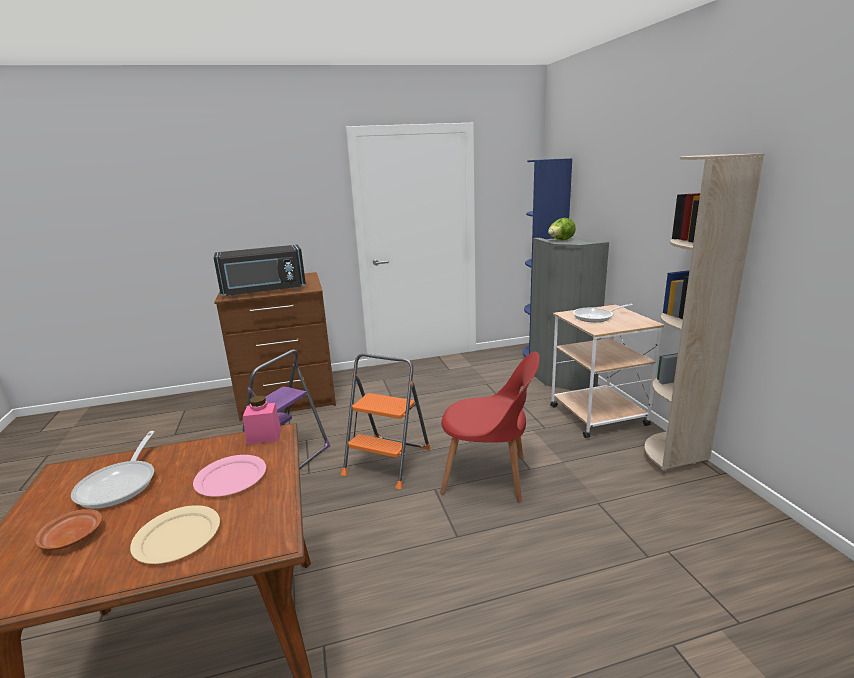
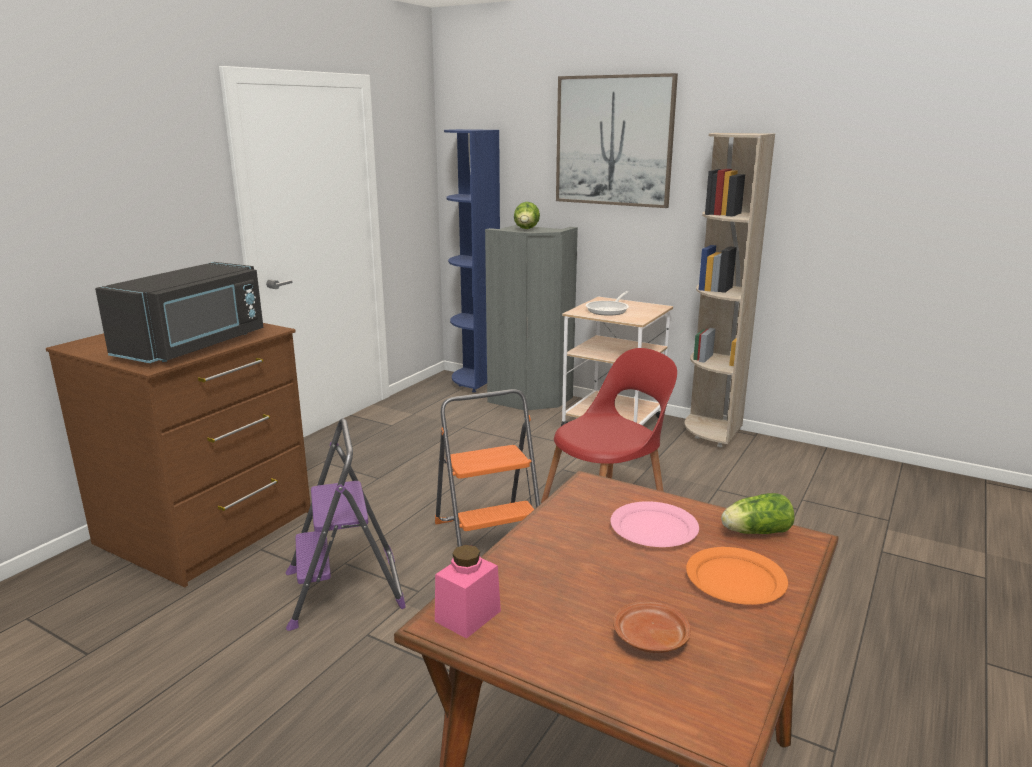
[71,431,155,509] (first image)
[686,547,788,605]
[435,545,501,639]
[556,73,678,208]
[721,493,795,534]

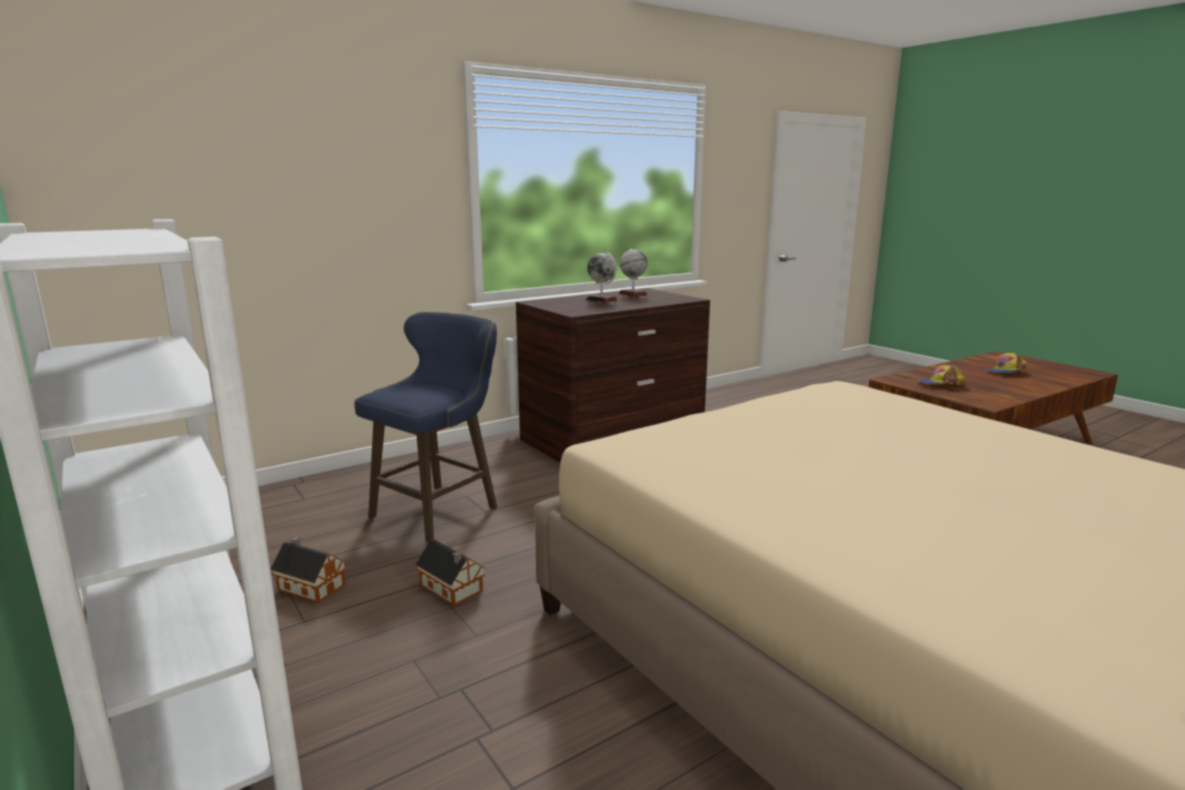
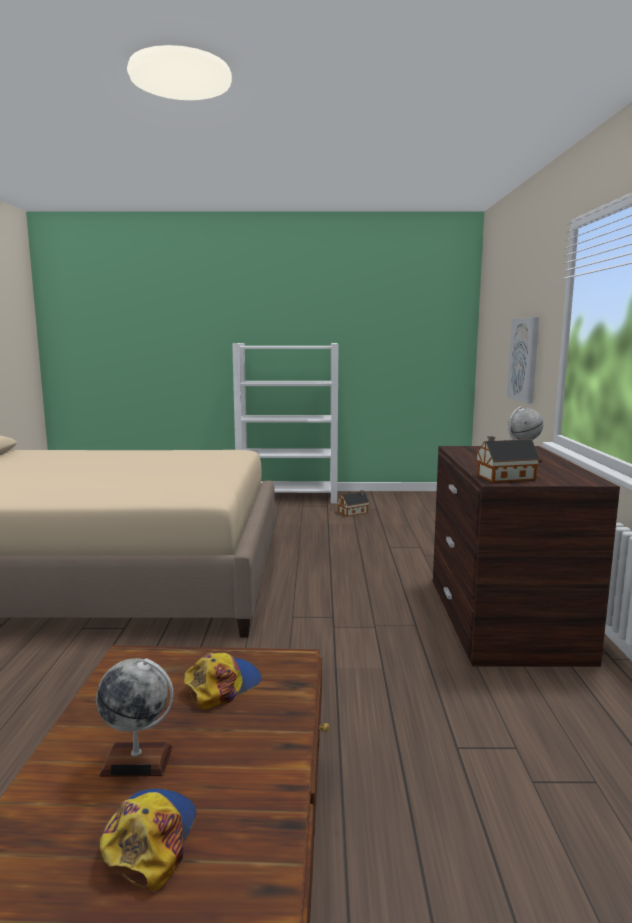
[354,312,497,542] (first image)
[476,436,540,482]
[96,658,174,777]
[507,317,539,404]

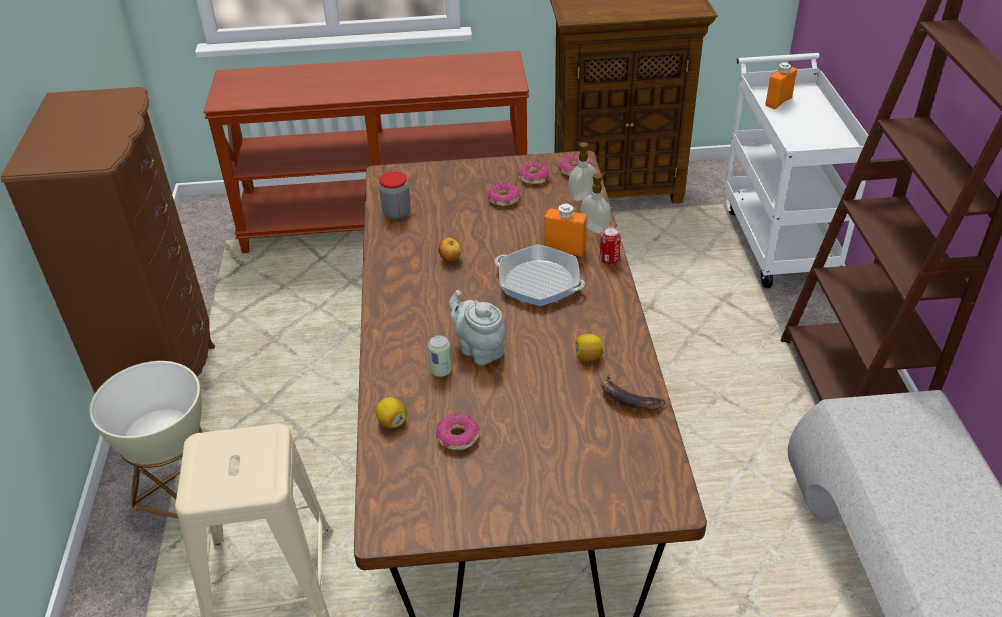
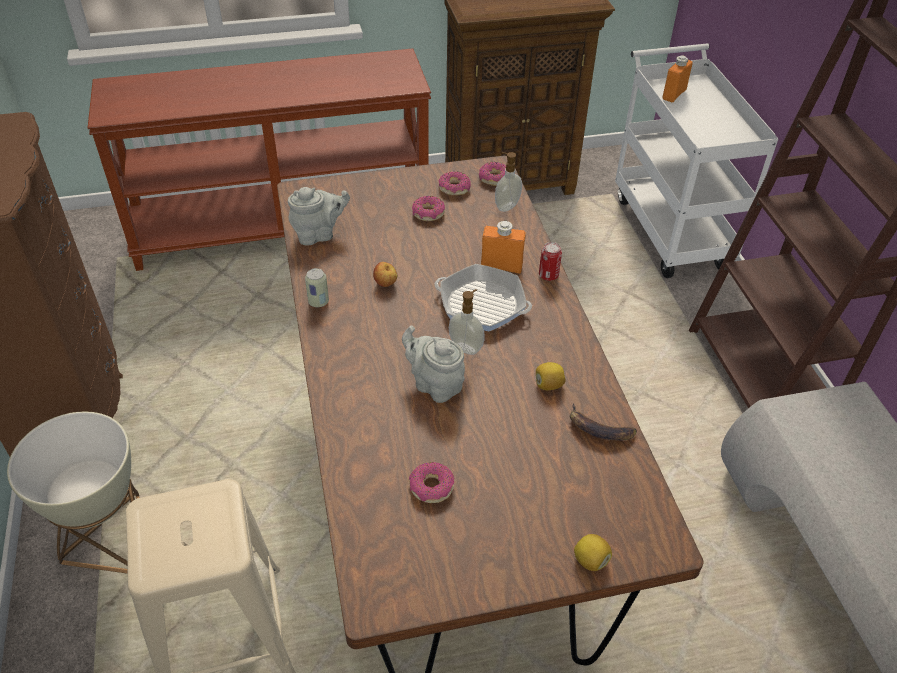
[574,534,612,571]
[288,187,350,245]
[305,268,329,307]
[449,289,485,355]

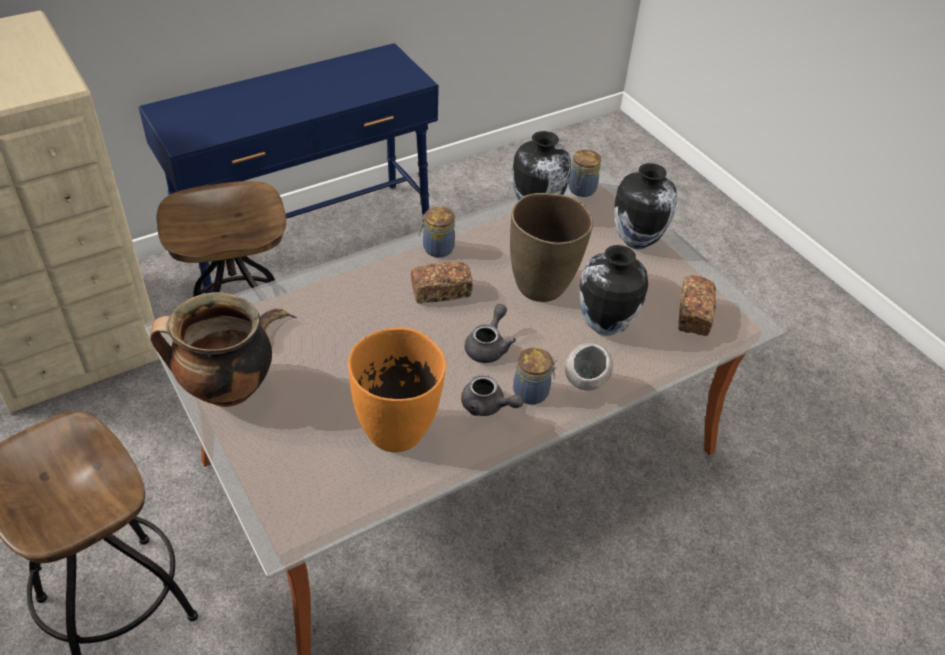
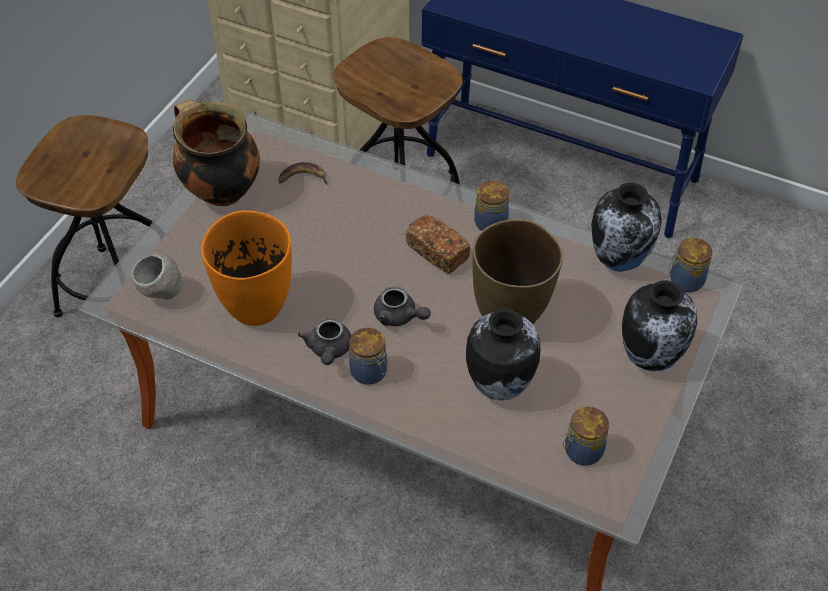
[374,286,431,326]
[131,253,183,300]
[563,407,609,466]

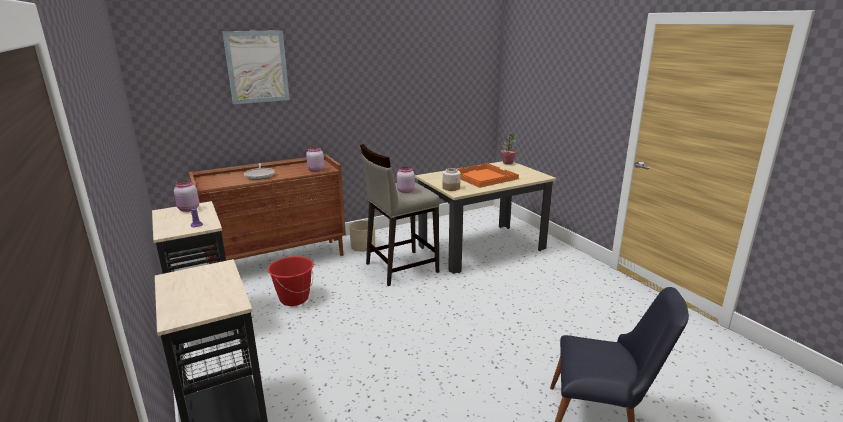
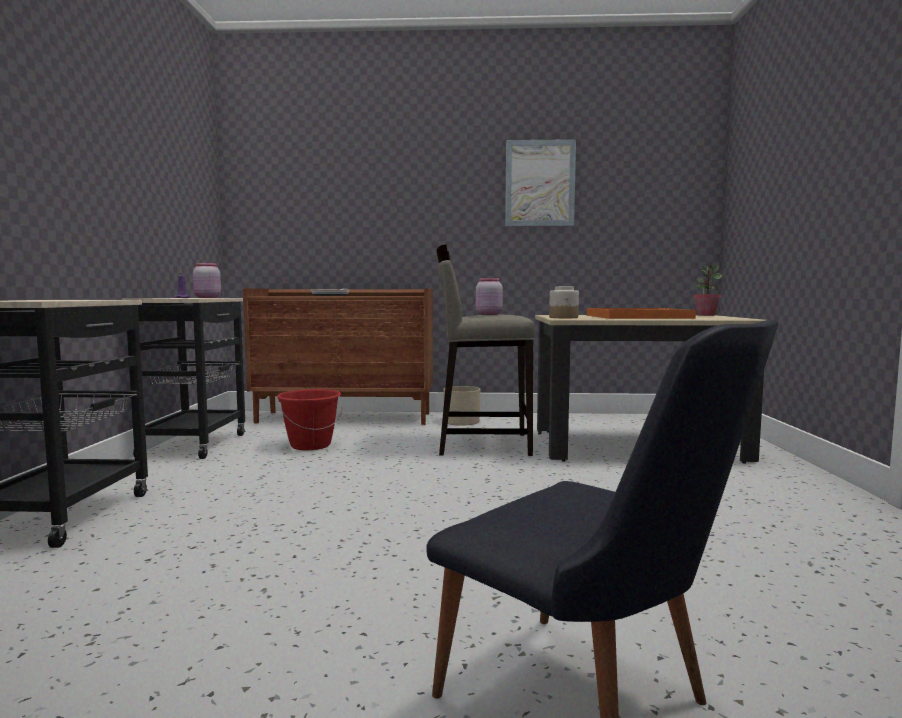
[505,139,576,226]
[306,147,324,172] (first image)

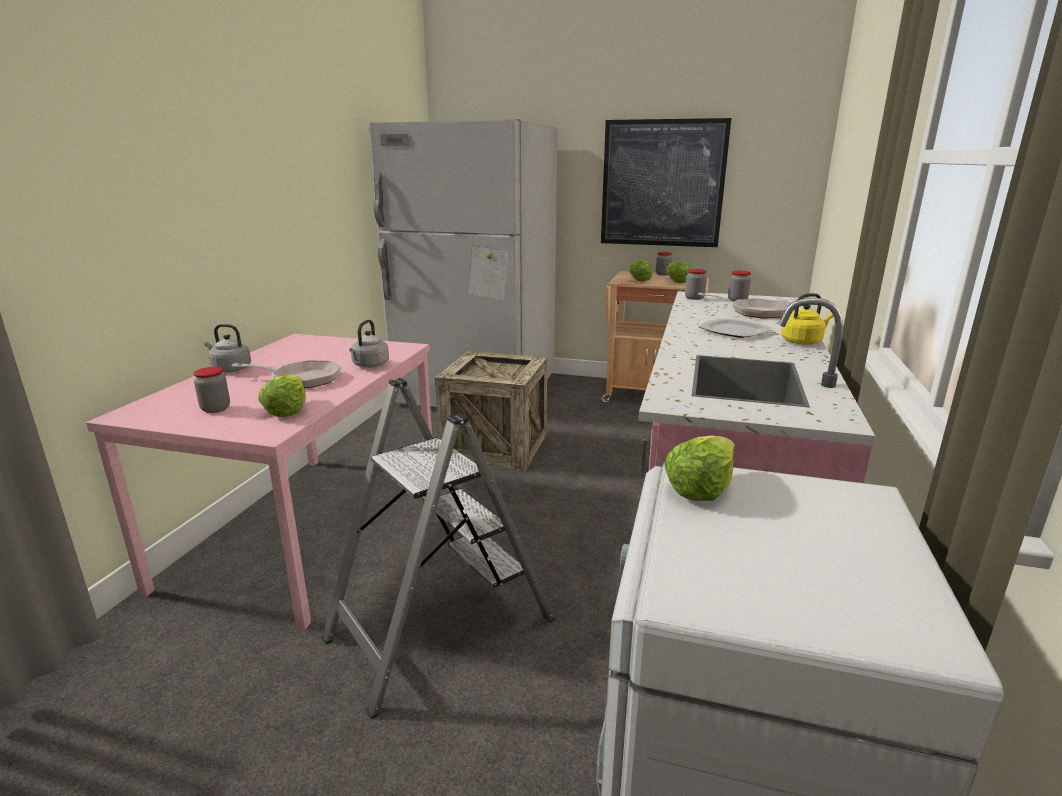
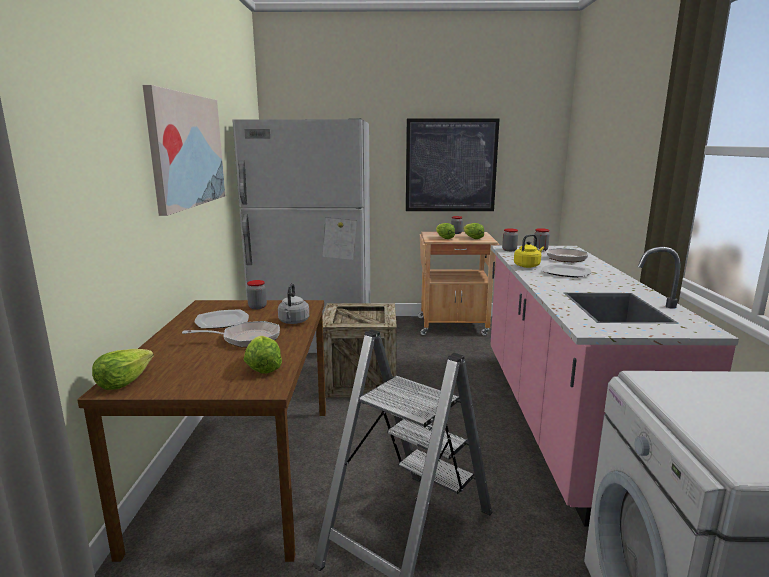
[77,300,326,562]
[247,280,267,309]
[205,324,251,372] (first image)
[92,349,154,390]
[514,234,544,268]
[143,85,225,216]
[195,309,249,329]

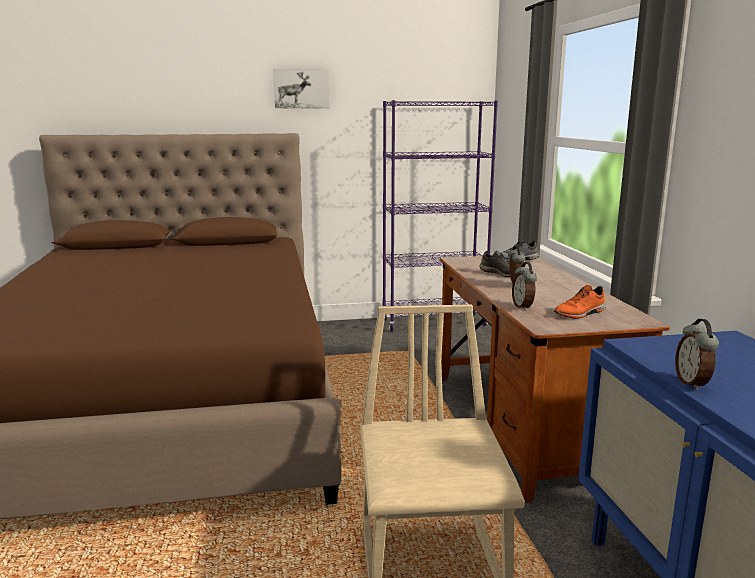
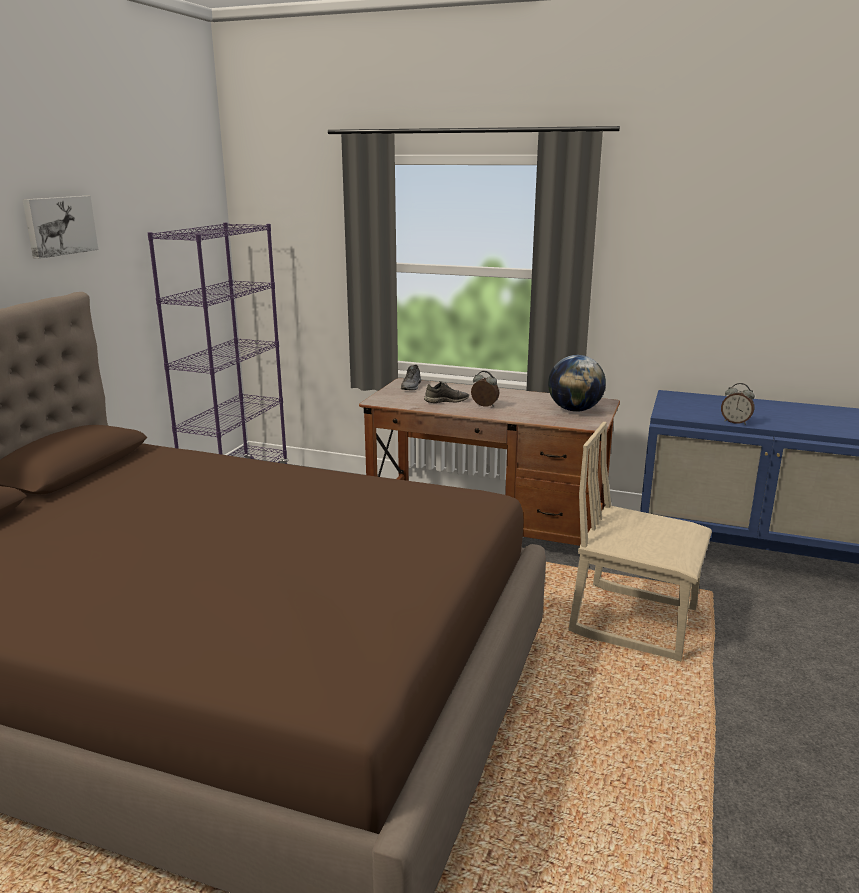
[512,262,537,311] (first image)
[548,355,606,412]

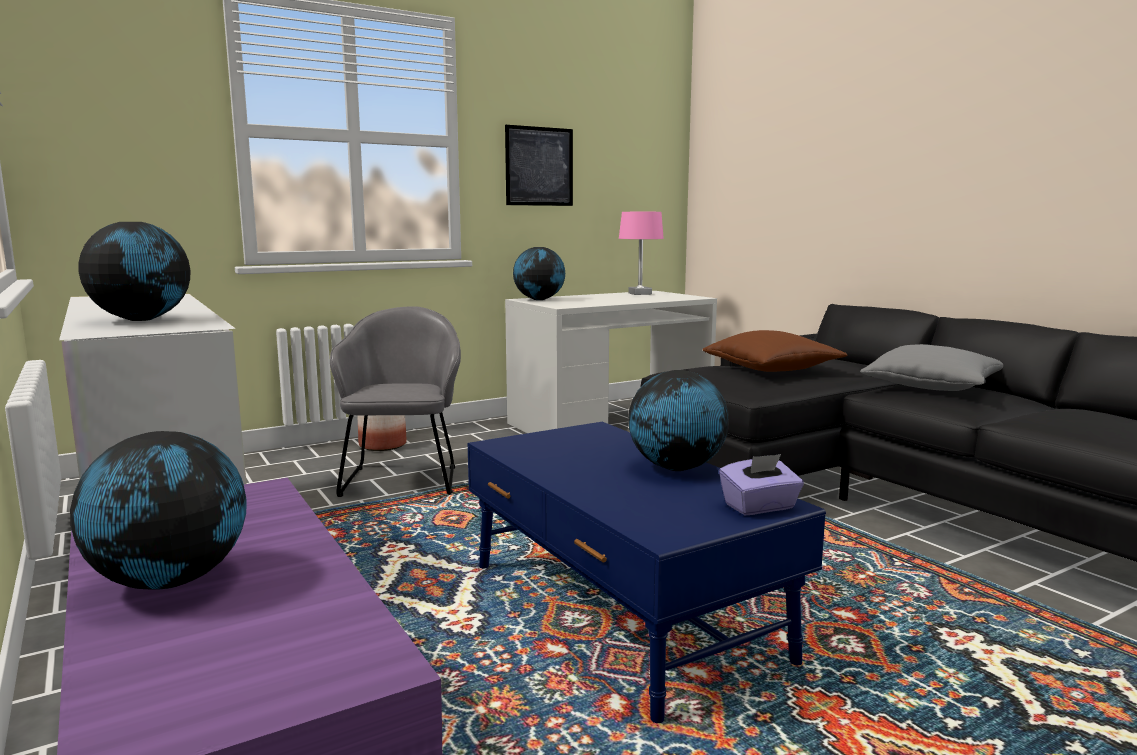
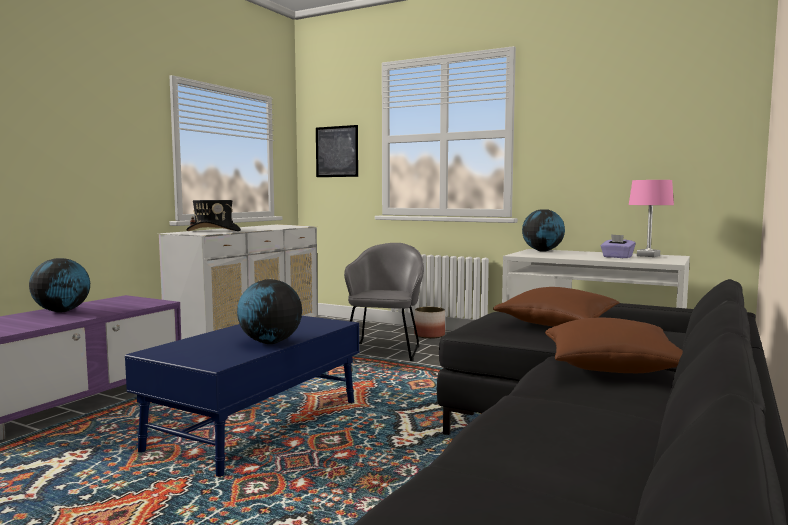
[186,200,241,231]
[344,243,424,361]
[316,125,358,177]
[601,234,636,258]
[545,317,683,373]

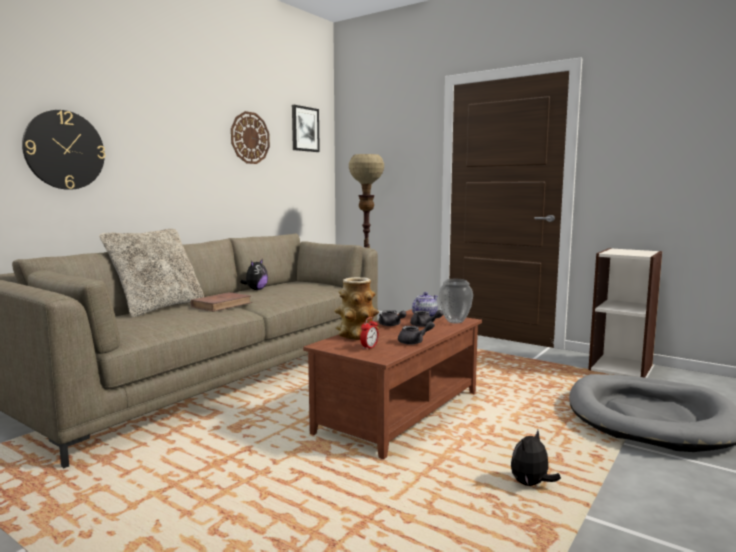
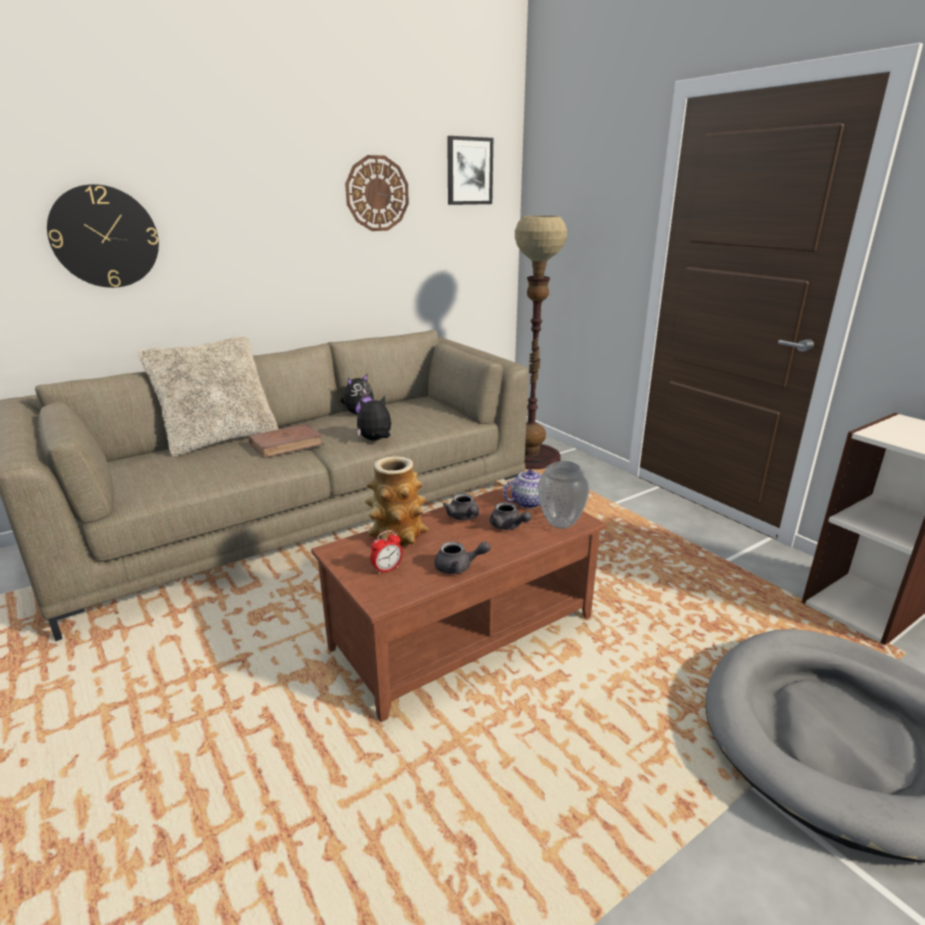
[357,396,391,440]

